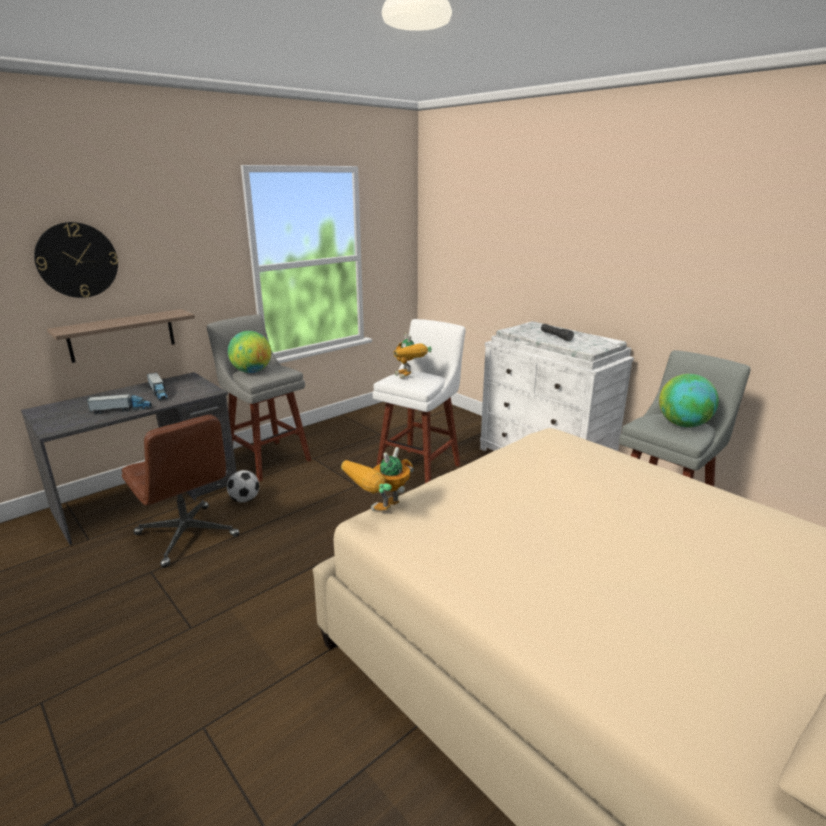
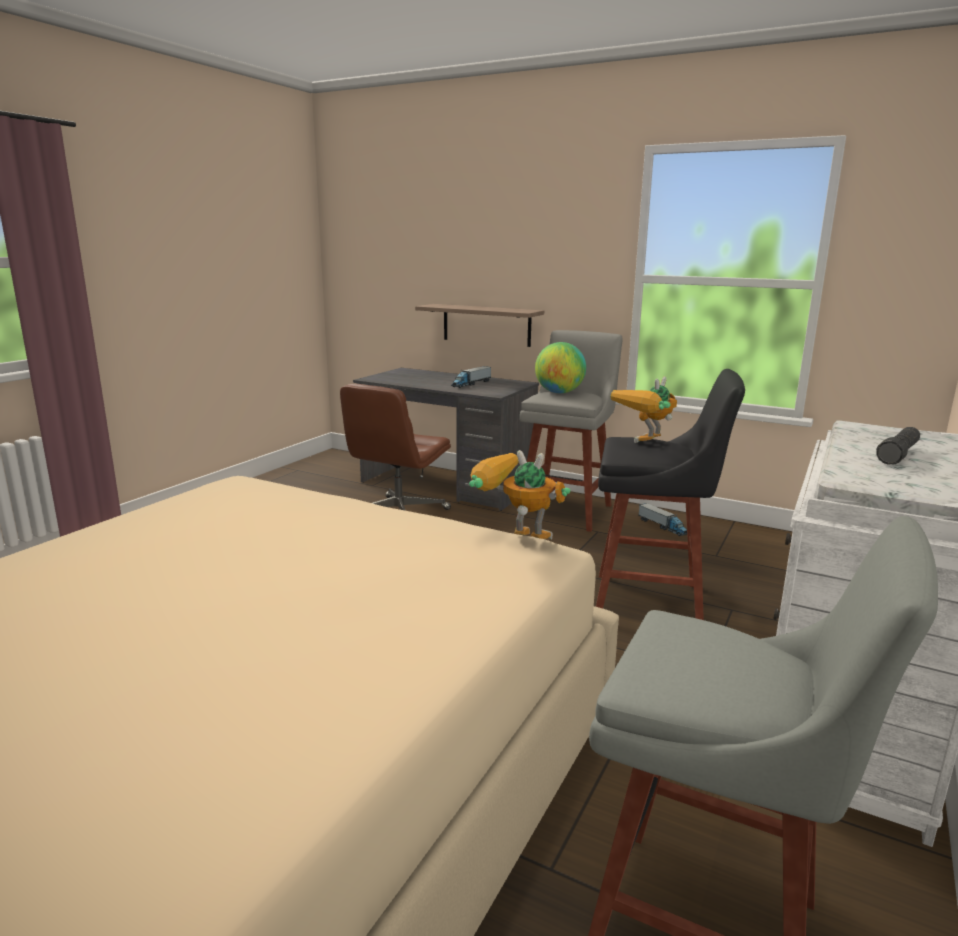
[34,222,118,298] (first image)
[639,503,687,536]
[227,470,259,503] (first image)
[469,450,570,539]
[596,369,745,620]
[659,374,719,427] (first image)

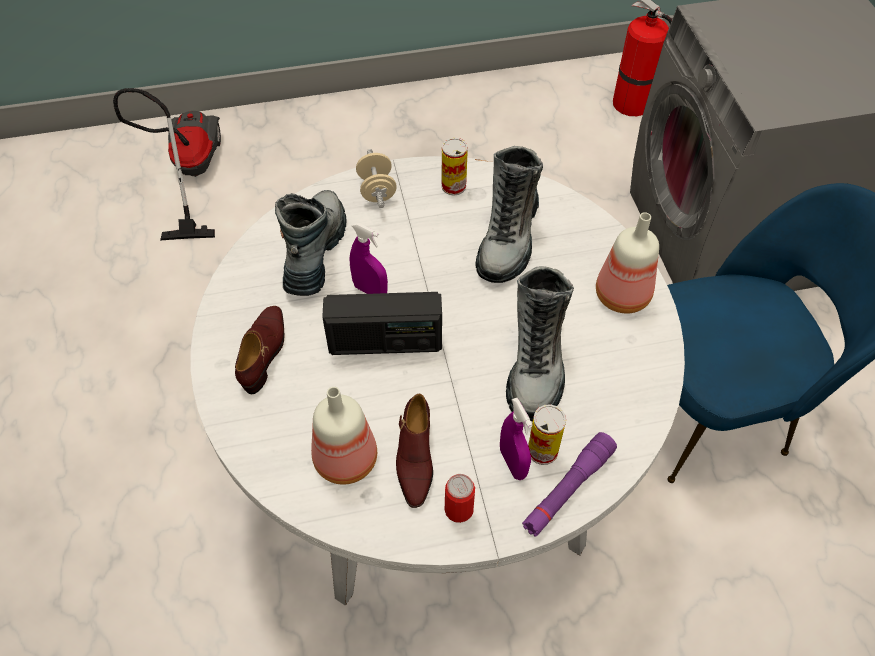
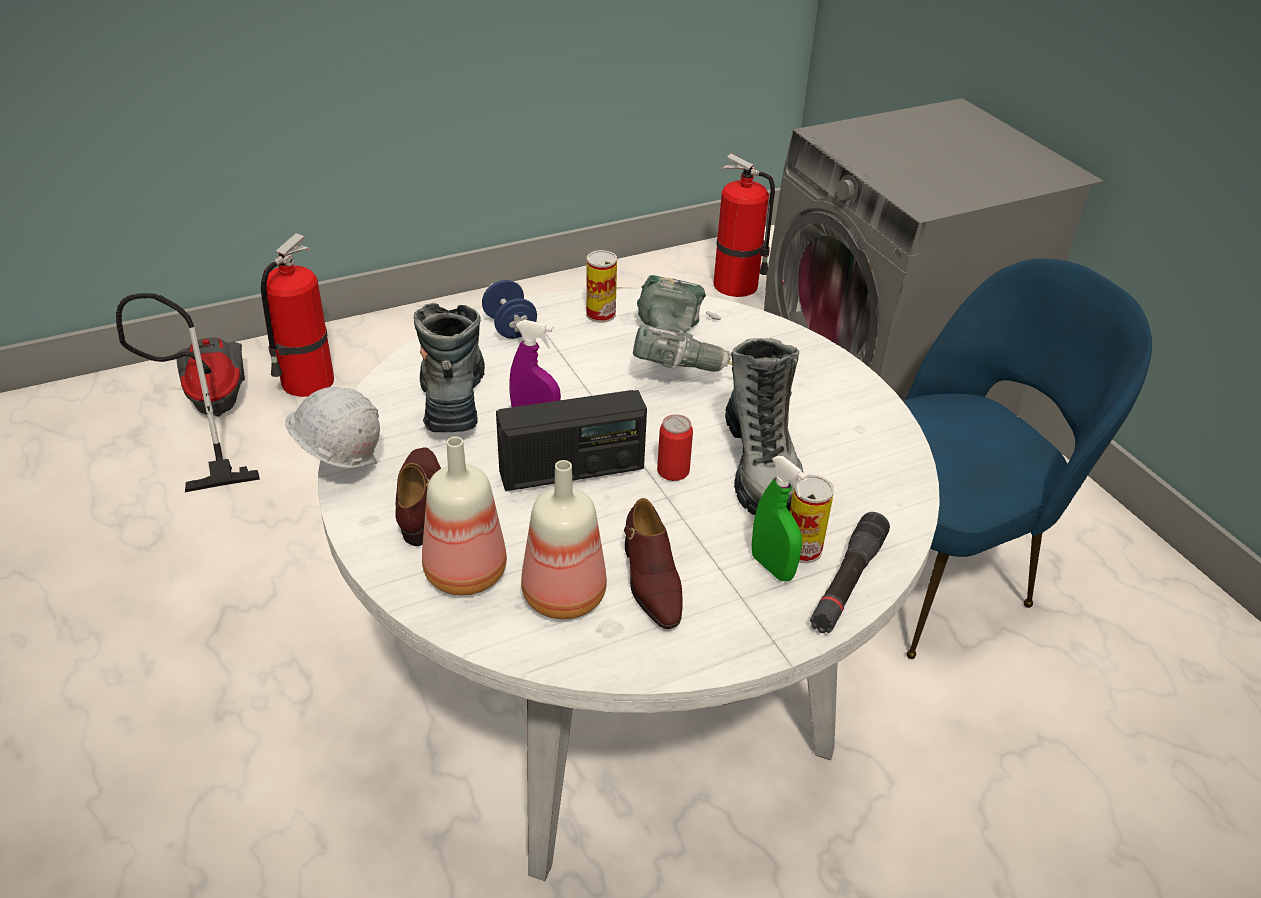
[482,280,537,339]
[657,414,693,481]
[633,275,732,372]
[751,456,808,581]
[810,512,890,633]
[422,437,507,595]
[261,233,334,397]
[285,387,380,468]

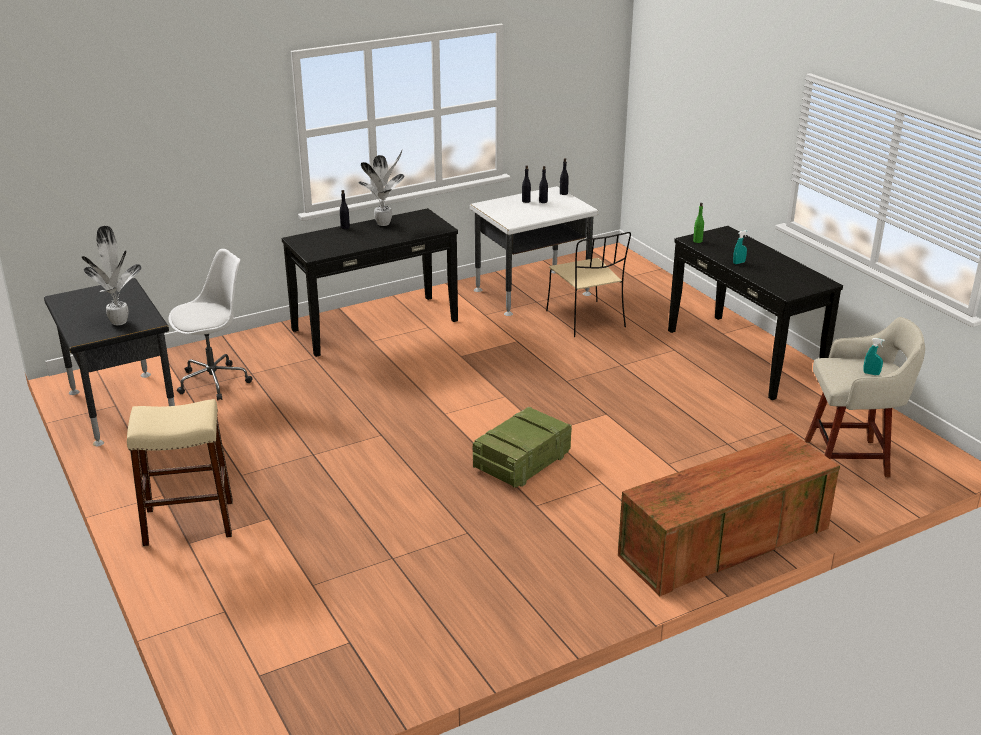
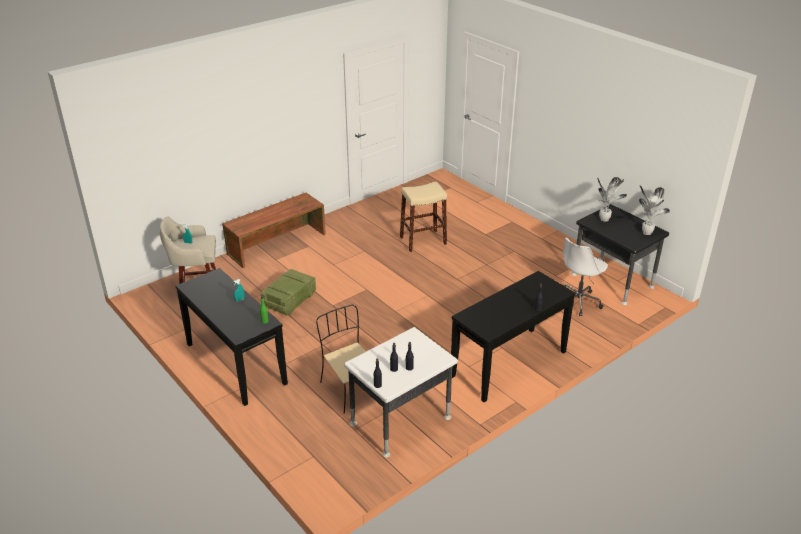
[400,182,447,252]
[639,186,670,235]
[261,269,316,316]

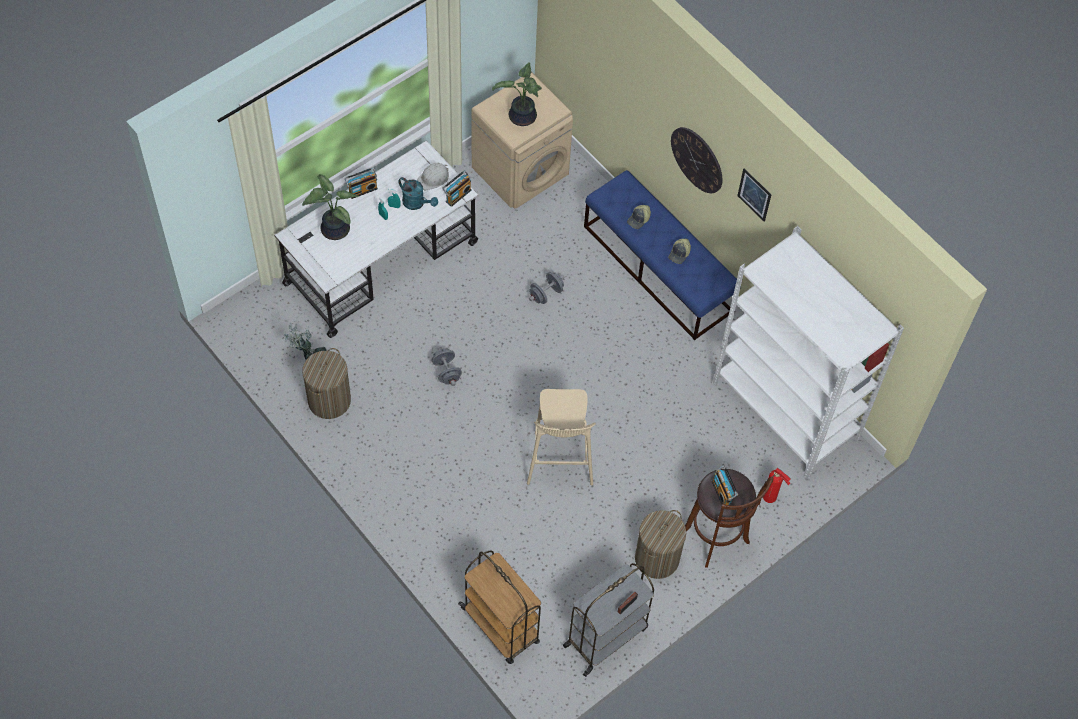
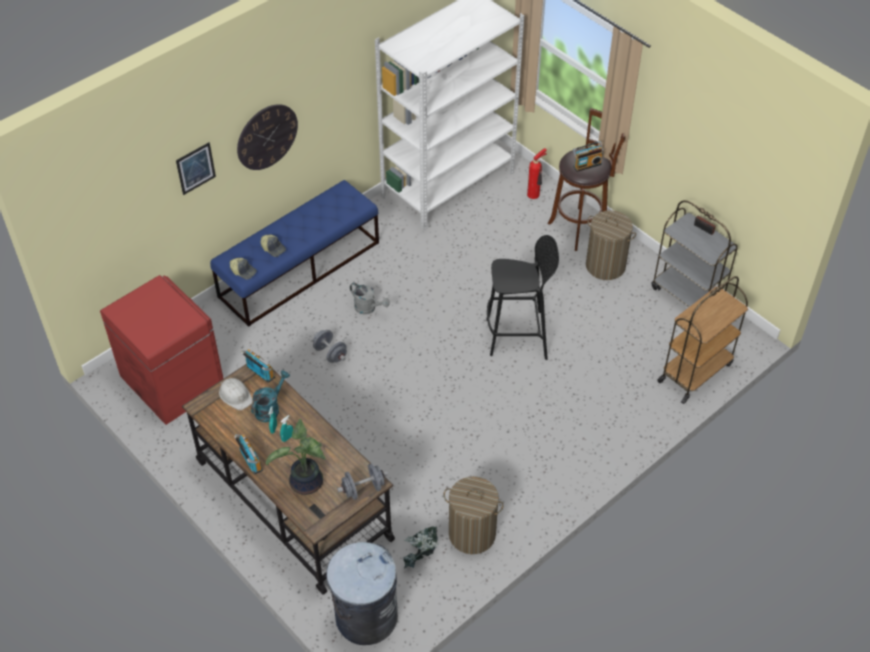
[182,356,395,595]
[337,463,389,500]
[100,275,224,425]
[492,62,542,126] (first image)
[486,235,559,360]
[230,258,257,280]
[176,142,216,195]
[326,542,398,645]
[350,283,390,315]

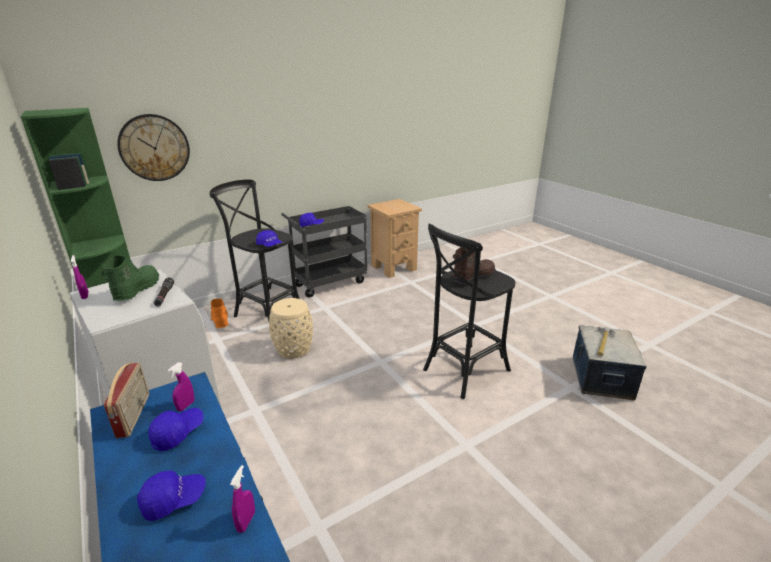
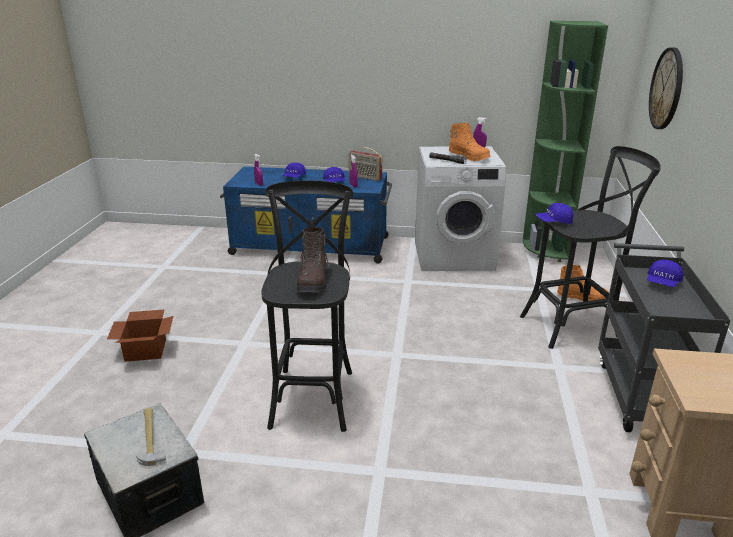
[449,123,491,161]
[269,298,313,359] (first image)
[107,310,173,362]

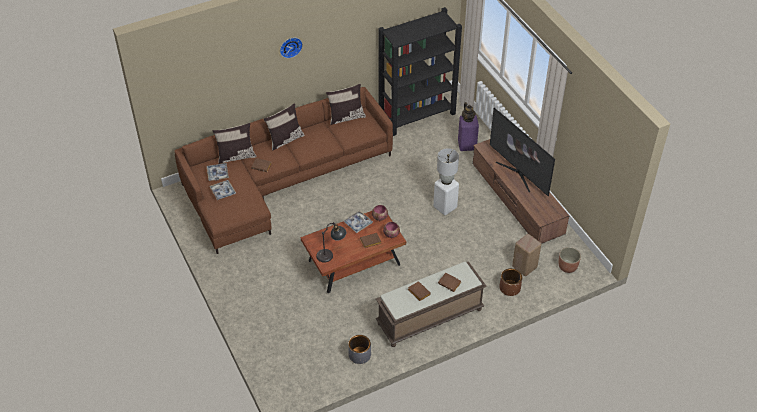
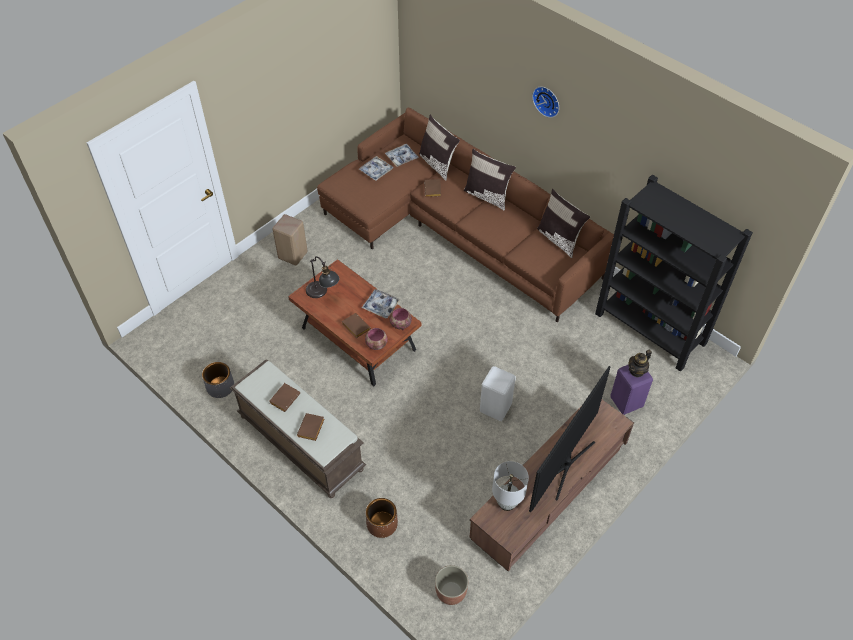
[492,461,529,511]
[273,214,308,265]

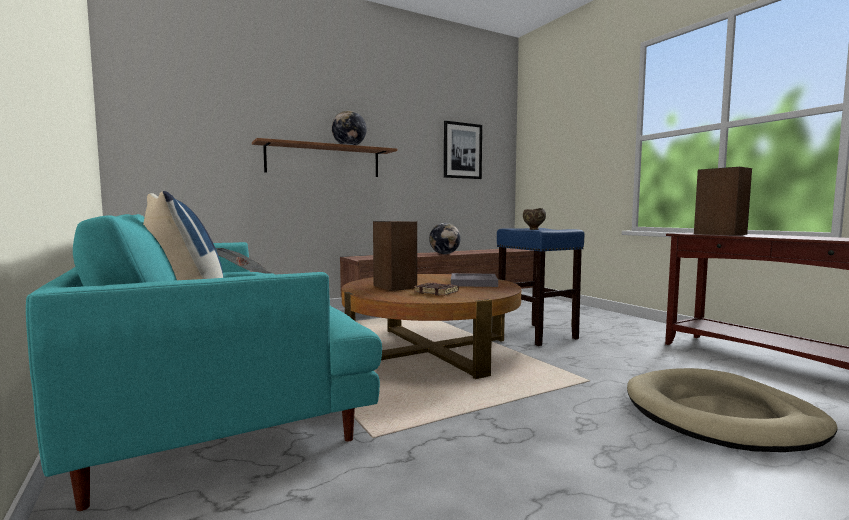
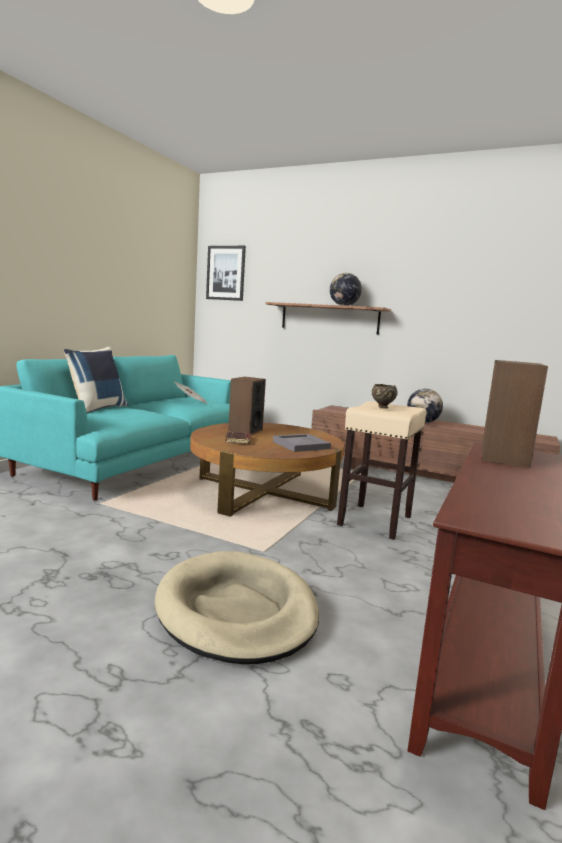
[206,246,246,301]
[337,401,427,540]

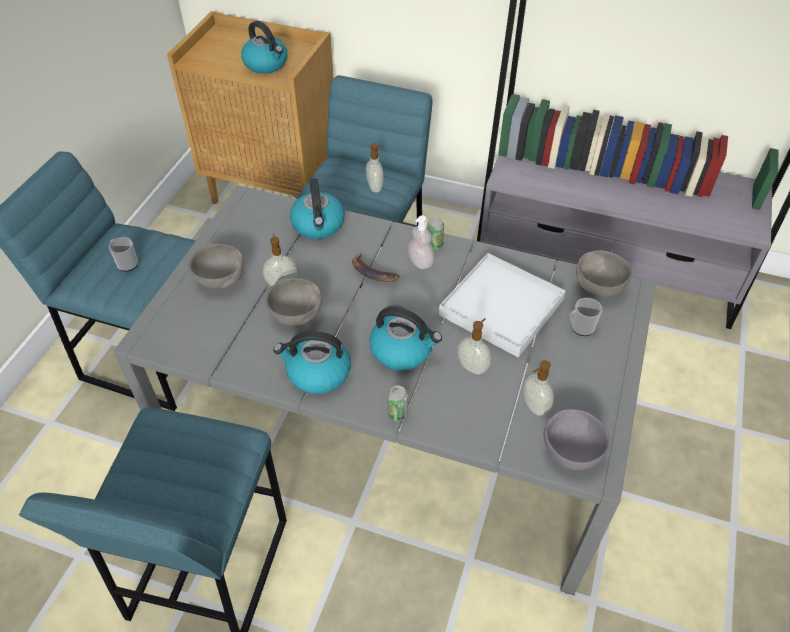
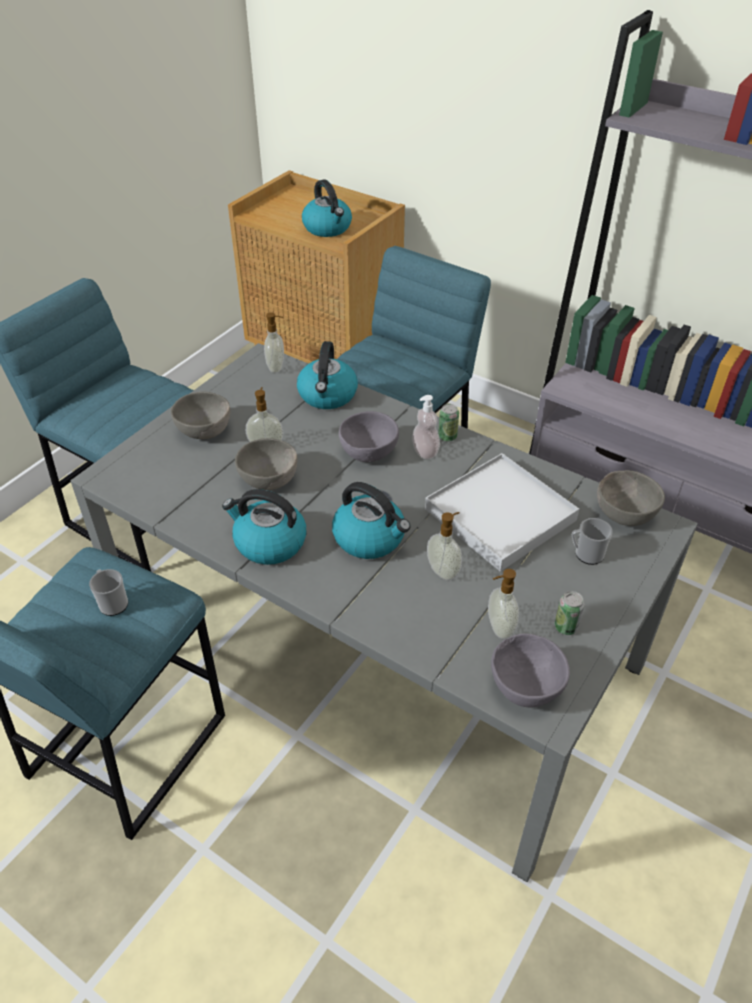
[89,569,128,616]
[339,411,399,462]
[264,312,284,373]
[554,591,585,635]

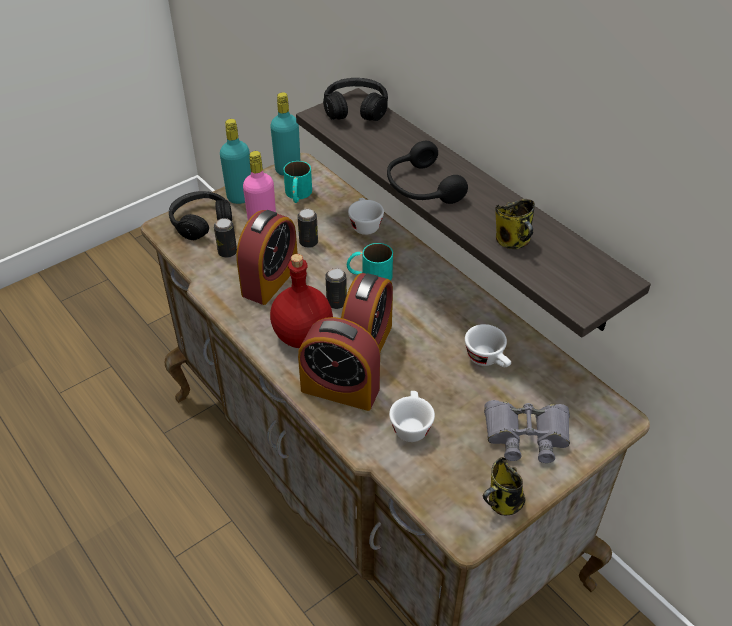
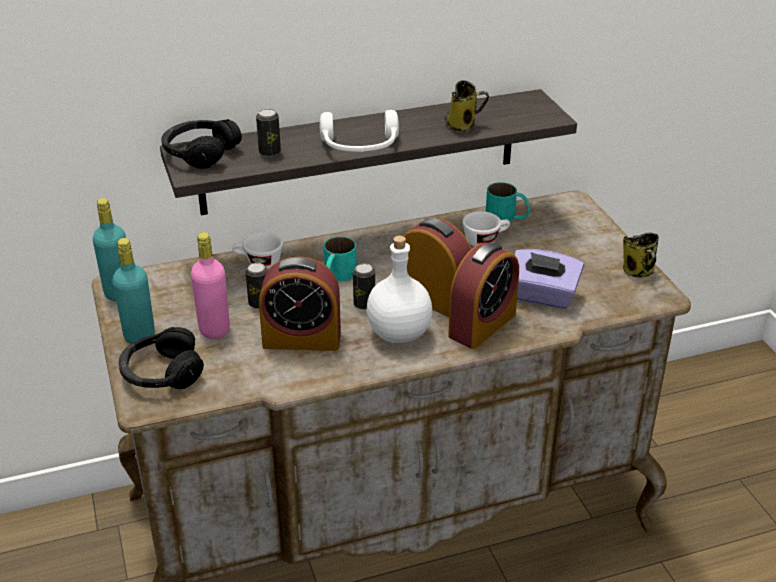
[256,109,281,157]
[259,257,341,351]
[367,236,432,343]
[486,182,530,222]
[320,110,399,152]
[515,249,584,309]
[484,400,570,463] (first image)

